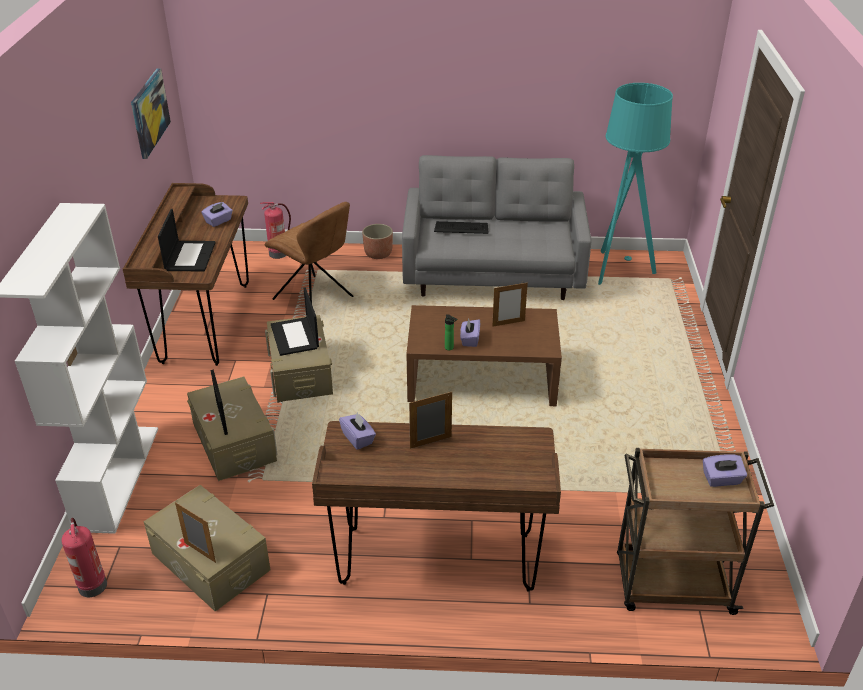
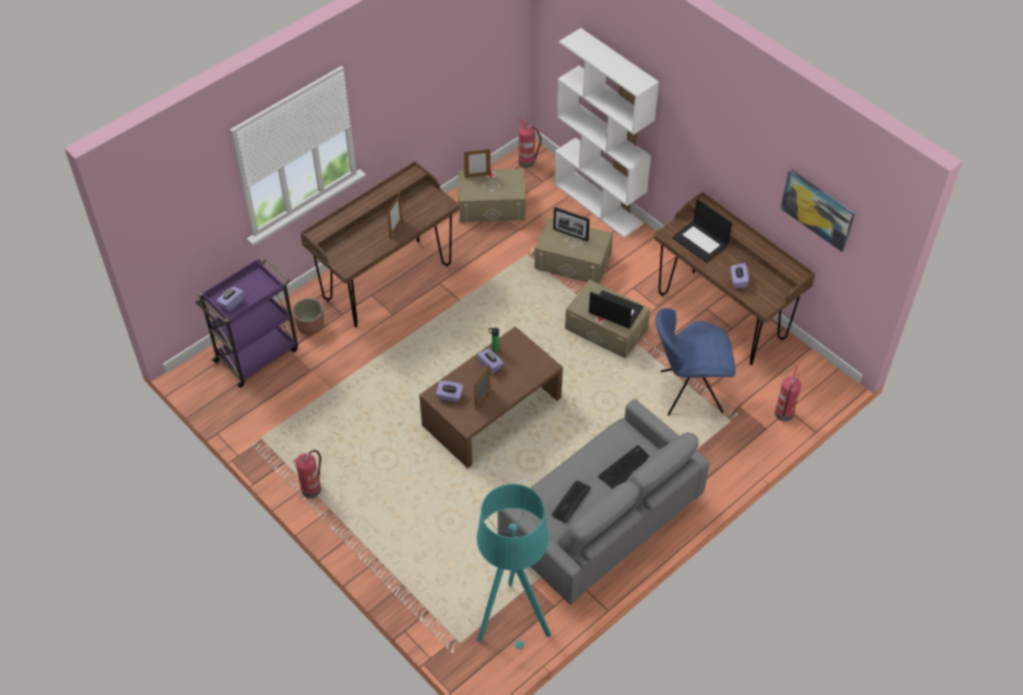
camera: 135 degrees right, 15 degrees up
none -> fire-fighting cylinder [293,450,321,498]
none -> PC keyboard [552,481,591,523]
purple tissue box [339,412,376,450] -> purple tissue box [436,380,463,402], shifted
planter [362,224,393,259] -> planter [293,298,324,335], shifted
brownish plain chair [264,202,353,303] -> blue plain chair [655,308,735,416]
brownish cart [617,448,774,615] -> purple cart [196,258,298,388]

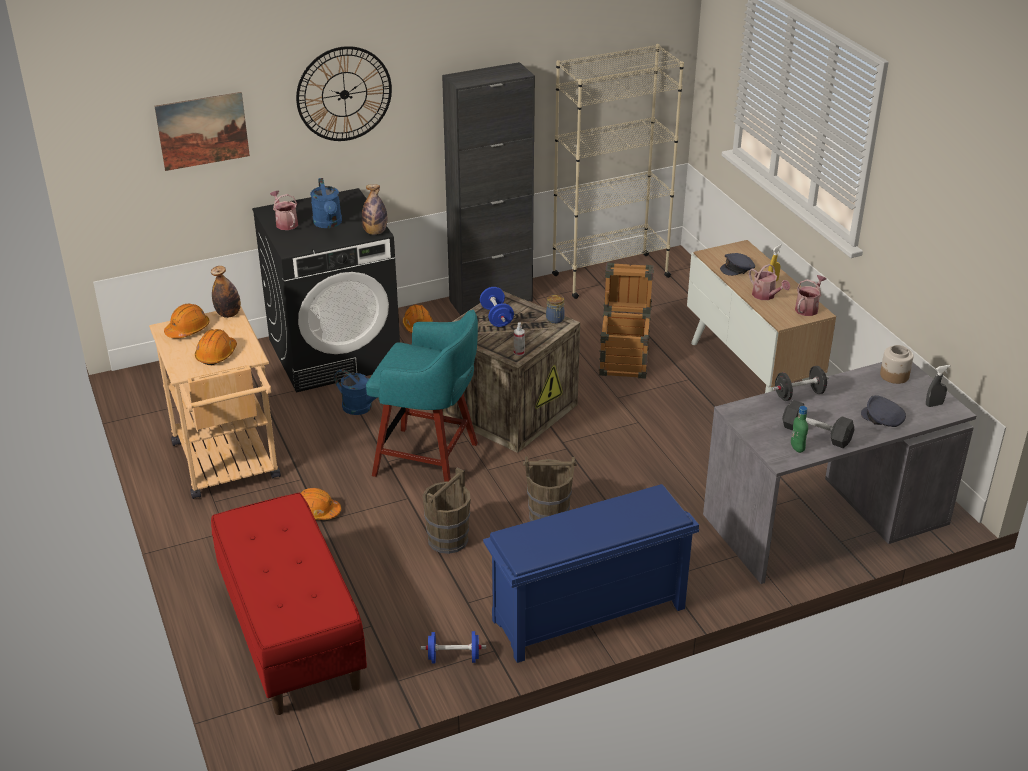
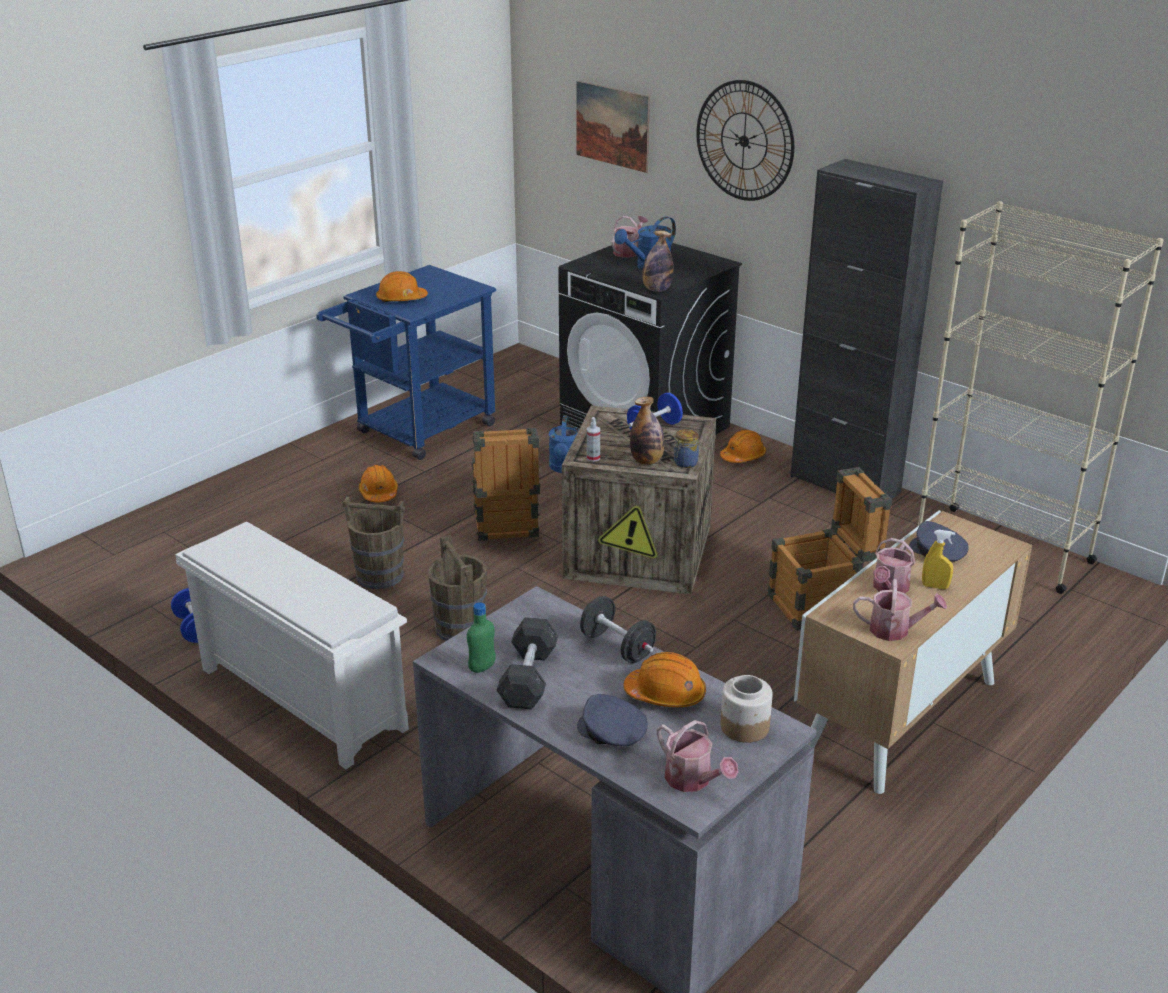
camera: 65 degrees right, 5 degrees down
red bench [211,493,367,715] -> none
orangey hard hat [164,304,210,339] -> orangey hard hat [623,652,706,707], shifted
bottle [211,266,241,318] -> bottle [630,397,665,465], shifted
turquoise-coloured sitting stool [366,310,478,482] -> crate [472,428,540,541]
greyish sprayer [926,365,950,407] -> watering pot [657,720,738,792]
sand-coloured cart [149,307,281,499] -> blue cart [316,265,496,460]
blue shoe shelf [483,484,699,663] -> whitish shoe shelf [175,522,409,769]
greyish peaked cap [861,395,906,427] -> greyish peaked cap [577,694,648,746], 75 degrees counterclockwise

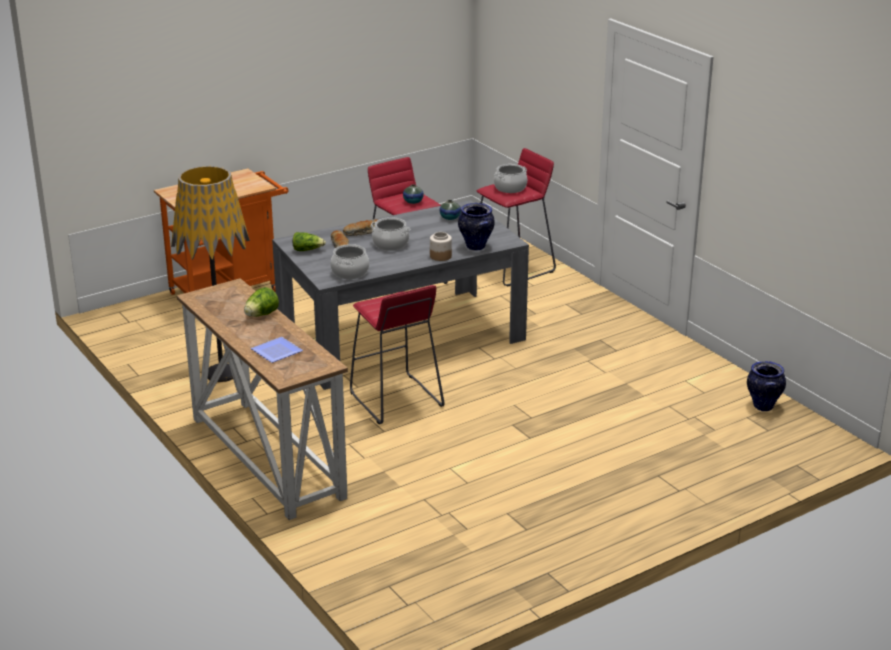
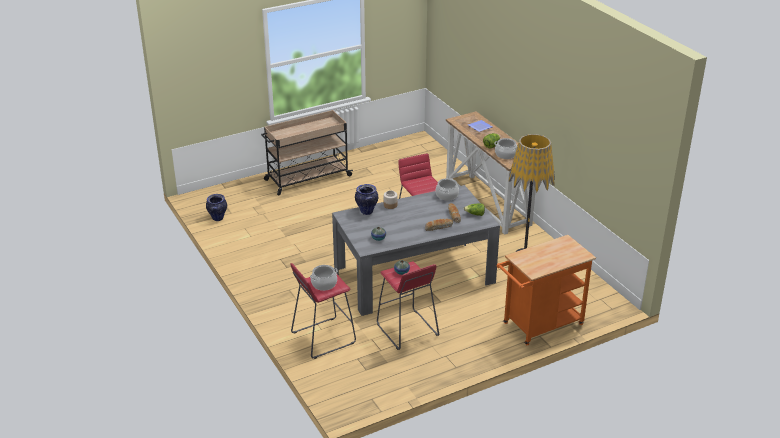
camera: 175 degrees left, 5 degrees up
none -> sand-coloured cart [261,110,353,196]
cooking pot [370,217,411,251] -> cooking pot [494,138,518,159], shifted

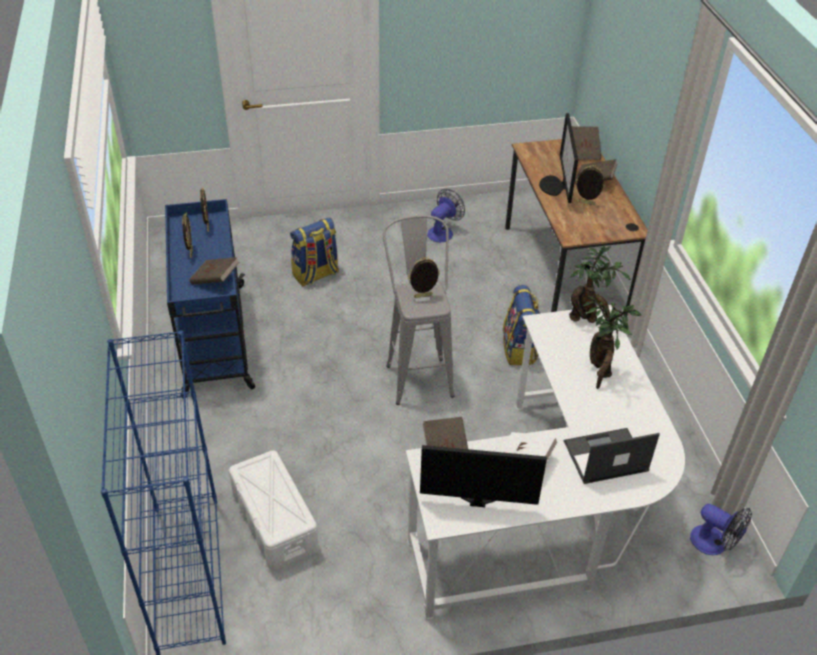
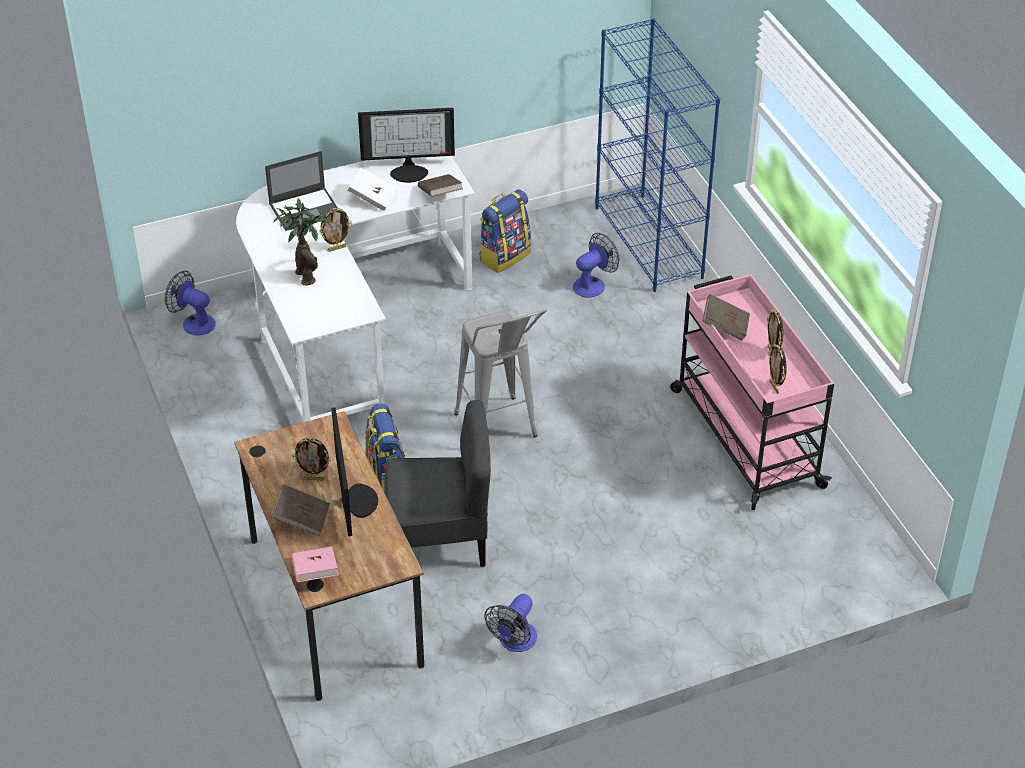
camera: 170 degrees right, 0 degrees up
plant in a pot [569,245,631,323] -> none
none -> greyish plain chair [385,400,491,567]
backpack [290,217,339,287] -> backpack [479,189,531,273], shifted
standing frame [408,257,440,298] -> standing frame [319,208,352,252], shifted
whitish storage box [229,450,319,571] -> electric fan [573,233,619,297]
blue cart [165,199,255,398] -> pinkish cart [670,274,834,510]
brownish book [572,126,601,160] -> pinkish book [291,547,339,582]

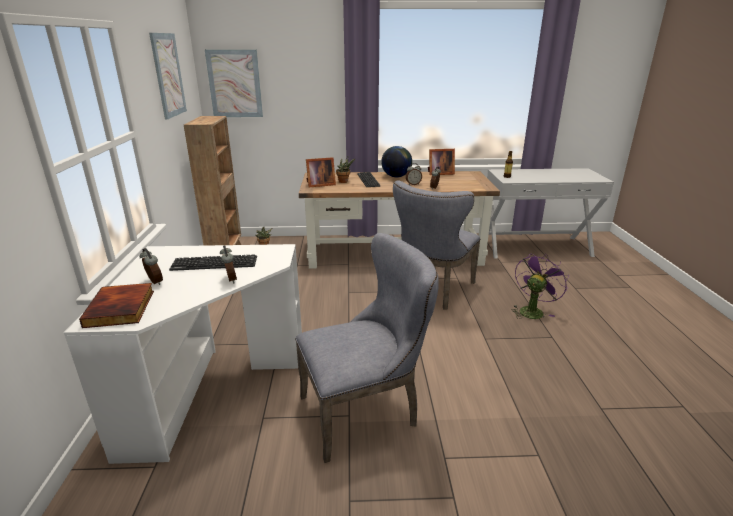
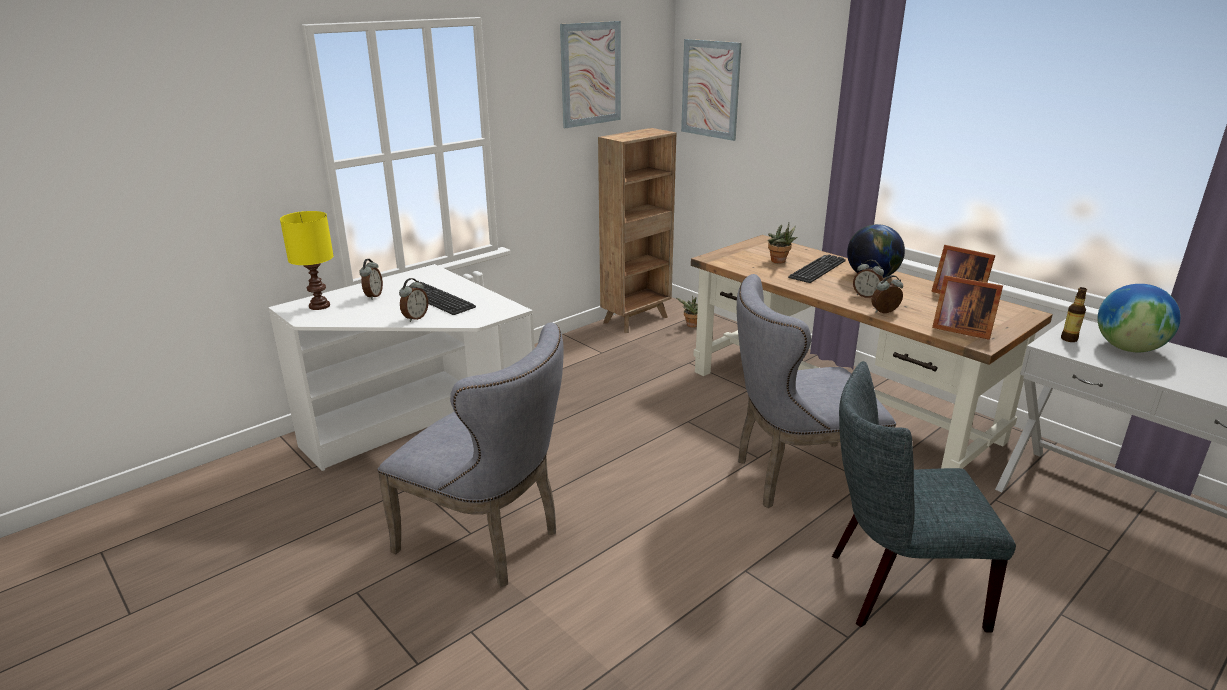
camera: 50 degrees right, 0 degrees up
none -> desk globe [1097,284,1181,352]
standing frame [306,157,336,187] -> standing frame [932,275,1003,340], shifted
book [79,283,154,328] -> yellowish tabletop lamp [280,211,334,310]
purple electric fan [511,253,569,319] -> greyish plain chair [832,361,1016,632]

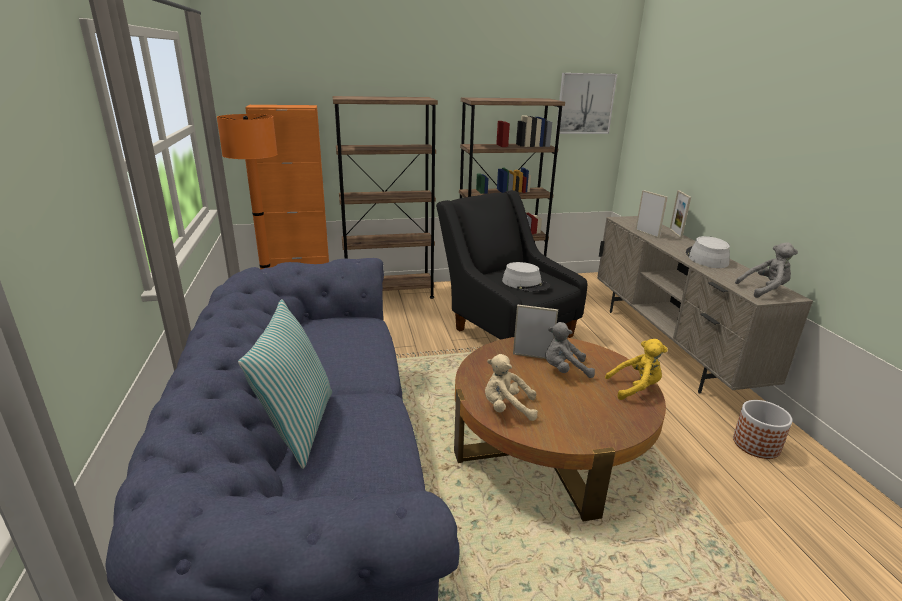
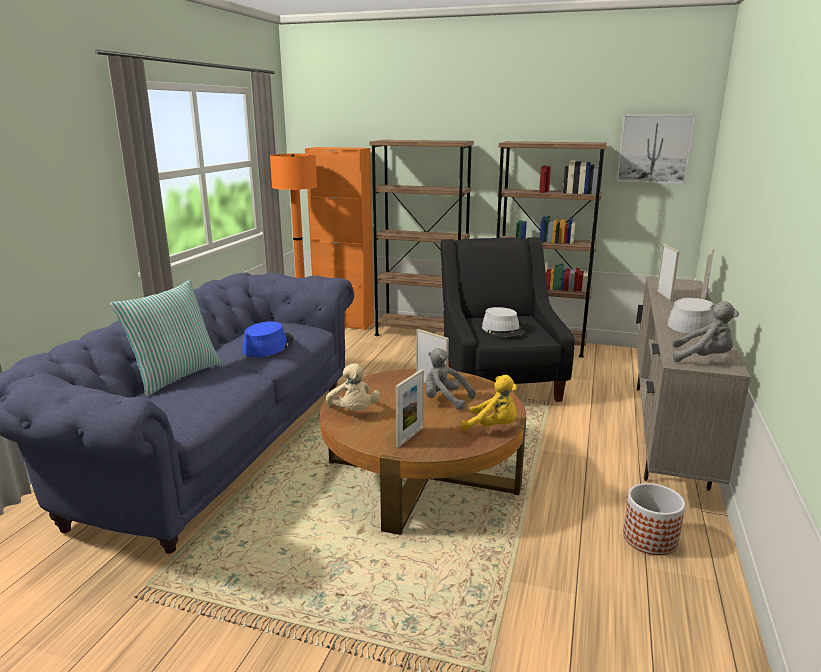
camera: 30 degrees right, 5 degrees down
none -> blue wearable hat [242,321,294,357]
none -> standing frame [396,369,424,448]
sand-coloured plush toy [485,354,538,421] -> sand-coloured plush toy [326,363,380,411], 150 degrees counterclockwise

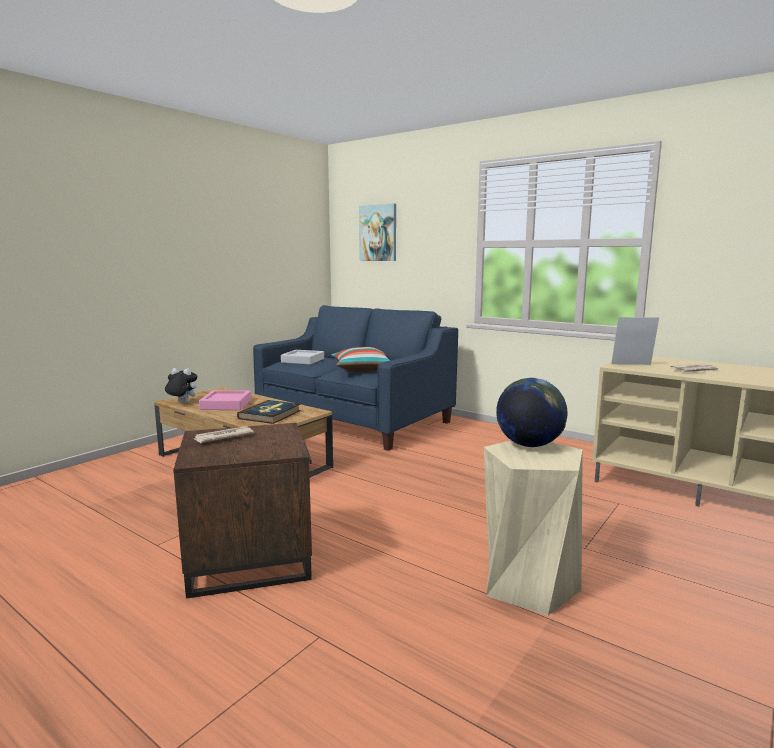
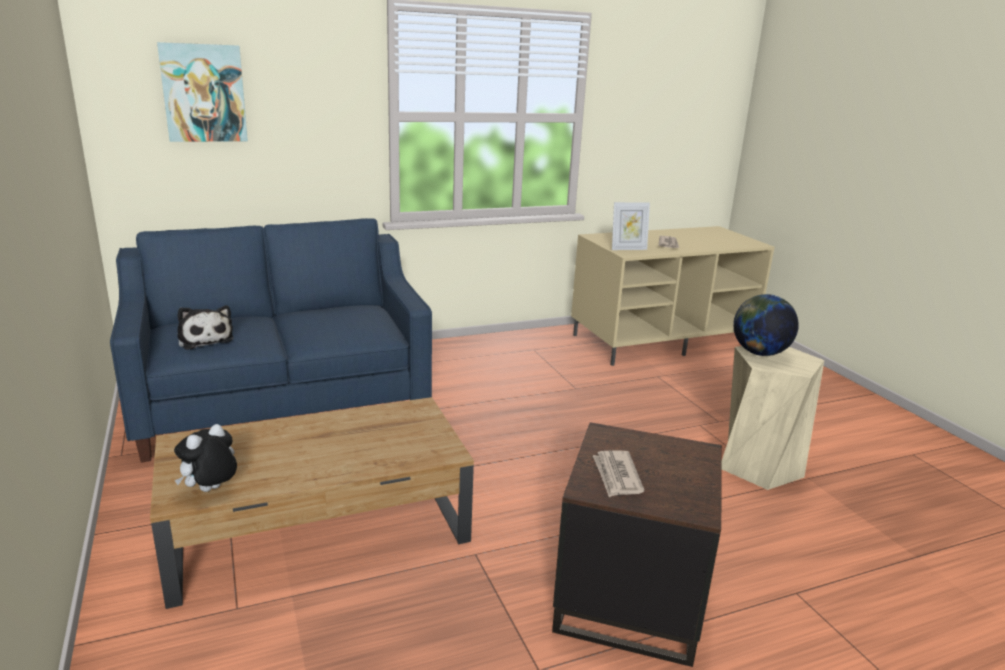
camera: 60 degrees left, 10 degrees up
pinkish tray [199,390,251,410] -> none
book [237,400,301,424] -> none
throw pillow [332,347,390,372] -> none
greyish tray [281,350,324,365] -> plush toy [177,305,234,350]
standing frame [611,317,659,365] -> standing frame [612,202,650,250], 135 degrees counterclockwise

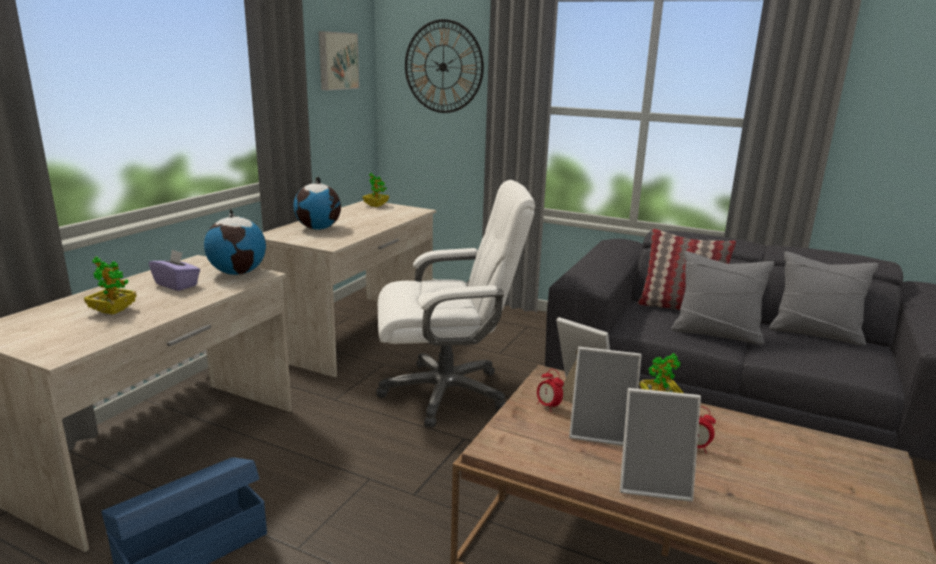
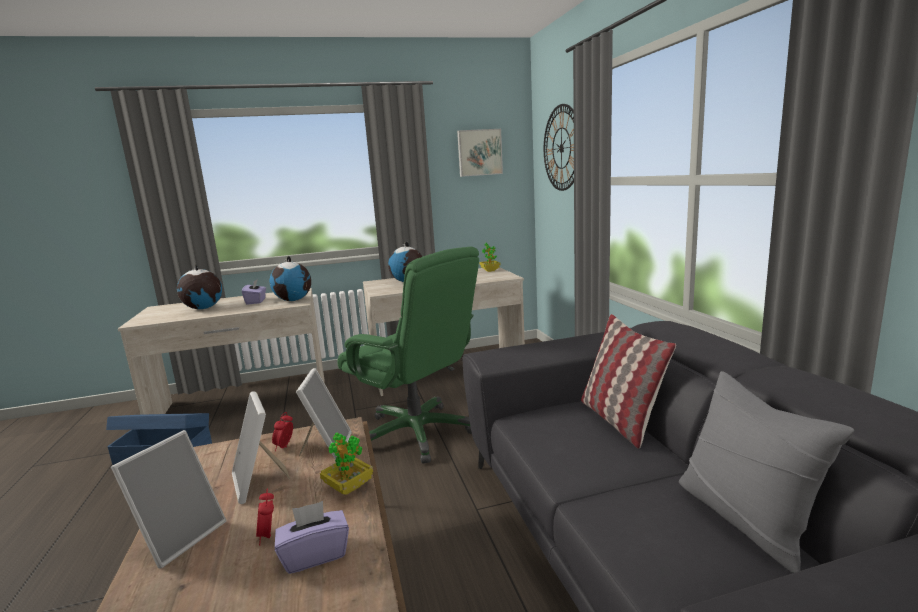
camera: 50 degrees right, 5 degrees down
greyish throw pillow [671,251,775,345] -> none
none -> purple tissue box [275,501,349,574]
plant in a pot [84,257,137,315] -> desk globe [177,264,222,309]
whitish office chair [376,180,535,428] -> green office chair [337,247,479,464]
standing frame [620,388,701,502] -> standing frame [111,430,226,569], 120 degrees counterclockwise

